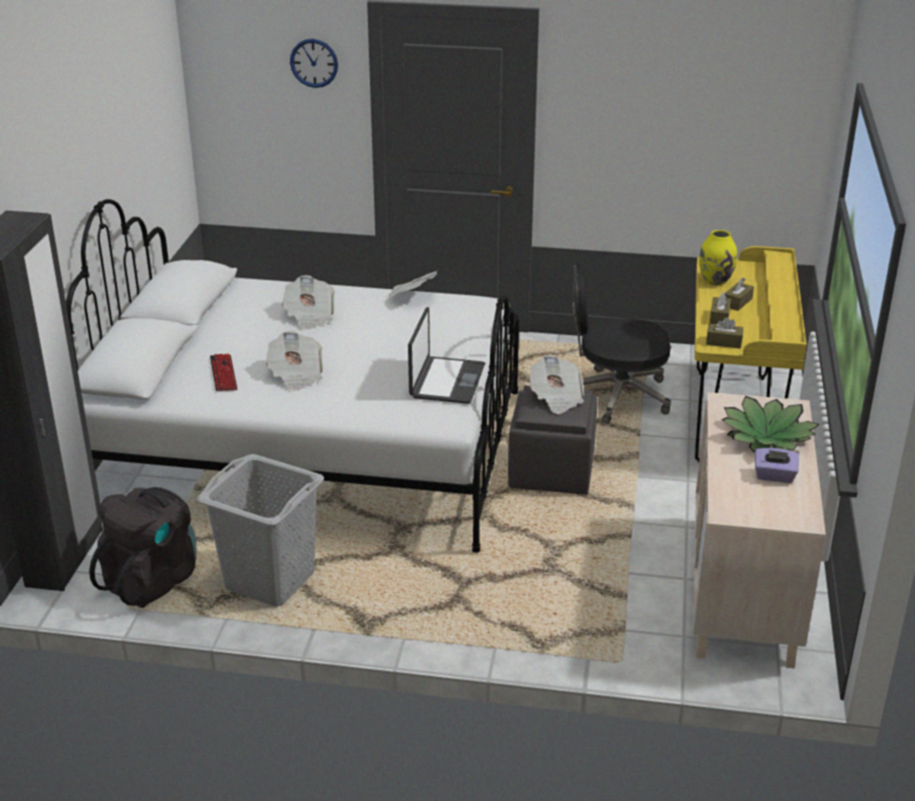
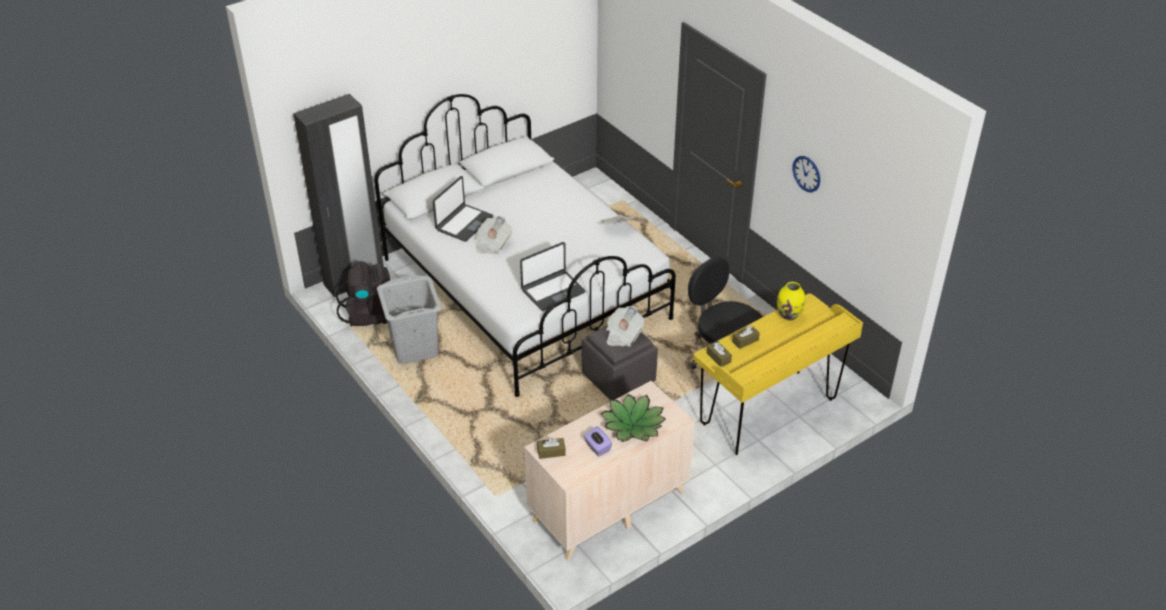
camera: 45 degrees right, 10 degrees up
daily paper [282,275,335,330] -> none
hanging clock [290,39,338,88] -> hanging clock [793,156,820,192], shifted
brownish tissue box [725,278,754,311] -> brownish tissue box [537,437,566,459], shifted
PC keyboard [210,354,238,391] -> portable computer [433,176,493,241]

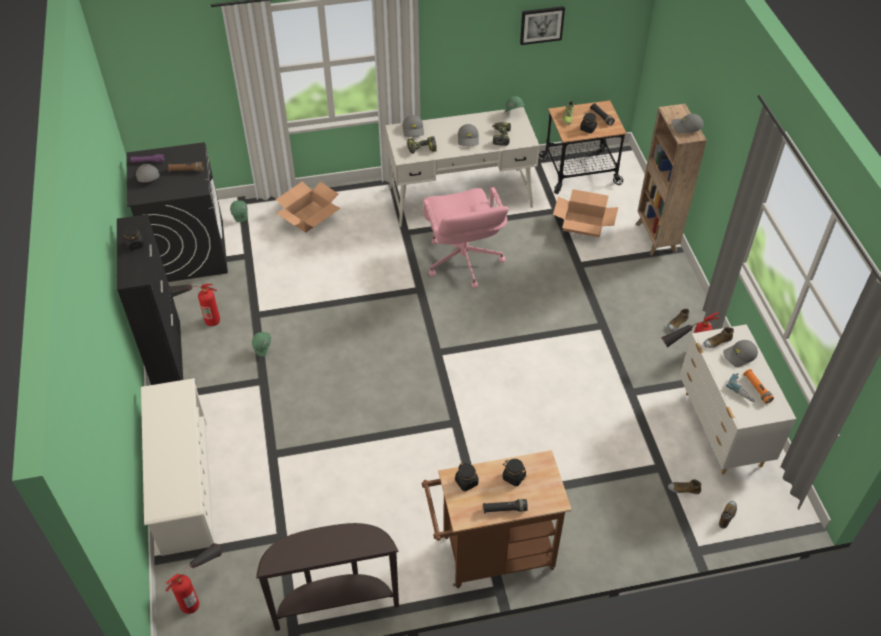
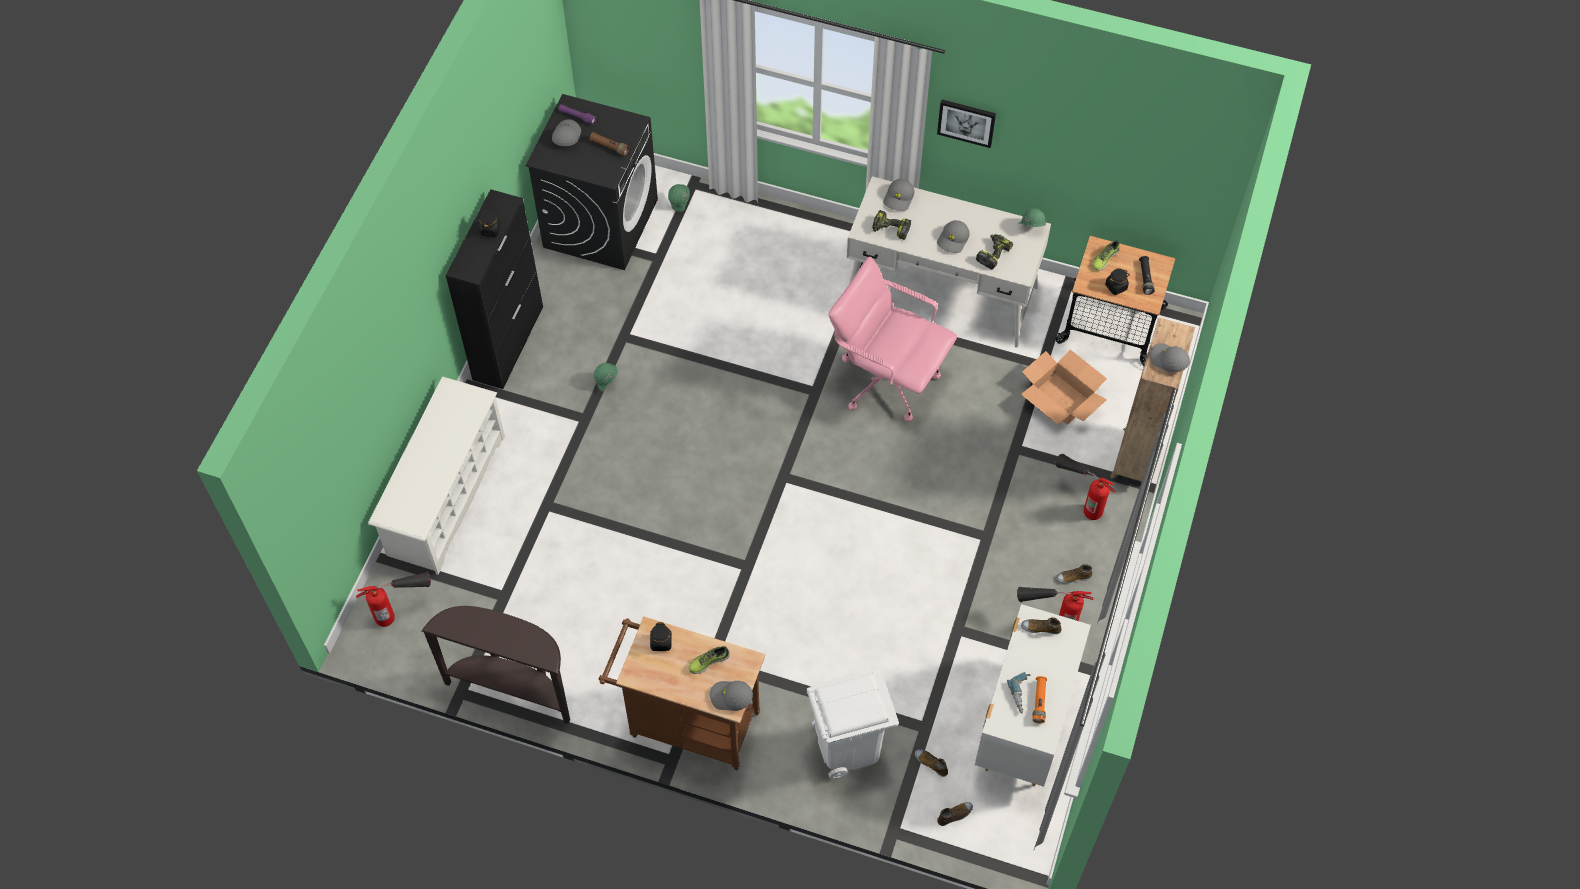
camera: 30 degrees right, 10 degrees up
cardboard box [276,181,340,233] -> none
black flashlight [483,499,528,514] -> none
none -> whitish rubbish bin [807,669,899,779]
fire-fighting cylinder [169,284,220,326] -> fire-fighting cylinder [1056,454,1116,520], shifted
picture [520,6,565,45] -> picture [937,100,996,148], shifted
greyish peaked cap [723,340,758,367] -> greyish peaked cap [710,681,753,711], shifted
black preserve jar [503,459,526,486] -> low shoe [688,646,730,674]
pinkish office chair [423,187,509,288] -> pinkish office chair [829,257,957,422], 105 degrees clockwise

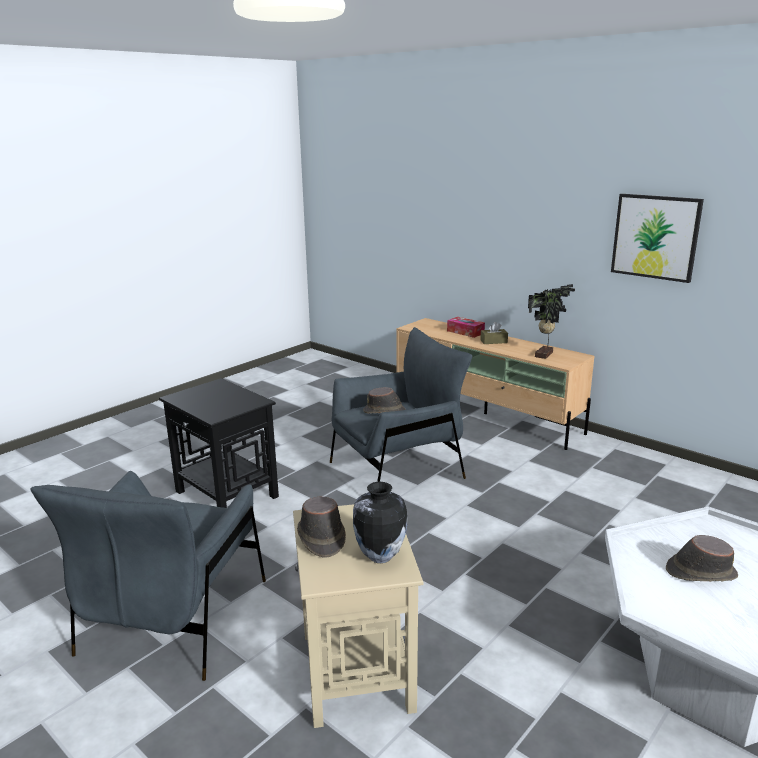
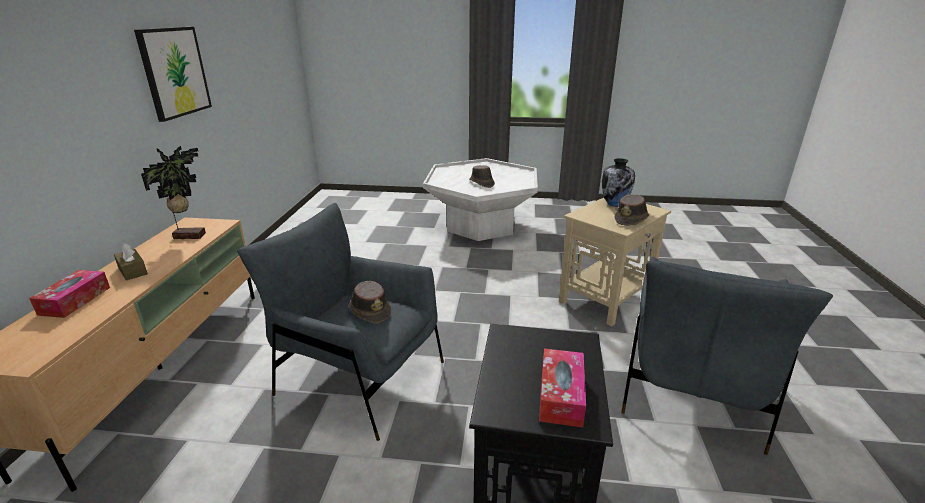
camera: 125 degrees left, 5 degrees up
none -> tissue box [539,348,586,428]
greyish lounge chair [30,471,266,681] -> greyish lounge chair [621,256,833,455], 135 degrees clockwise

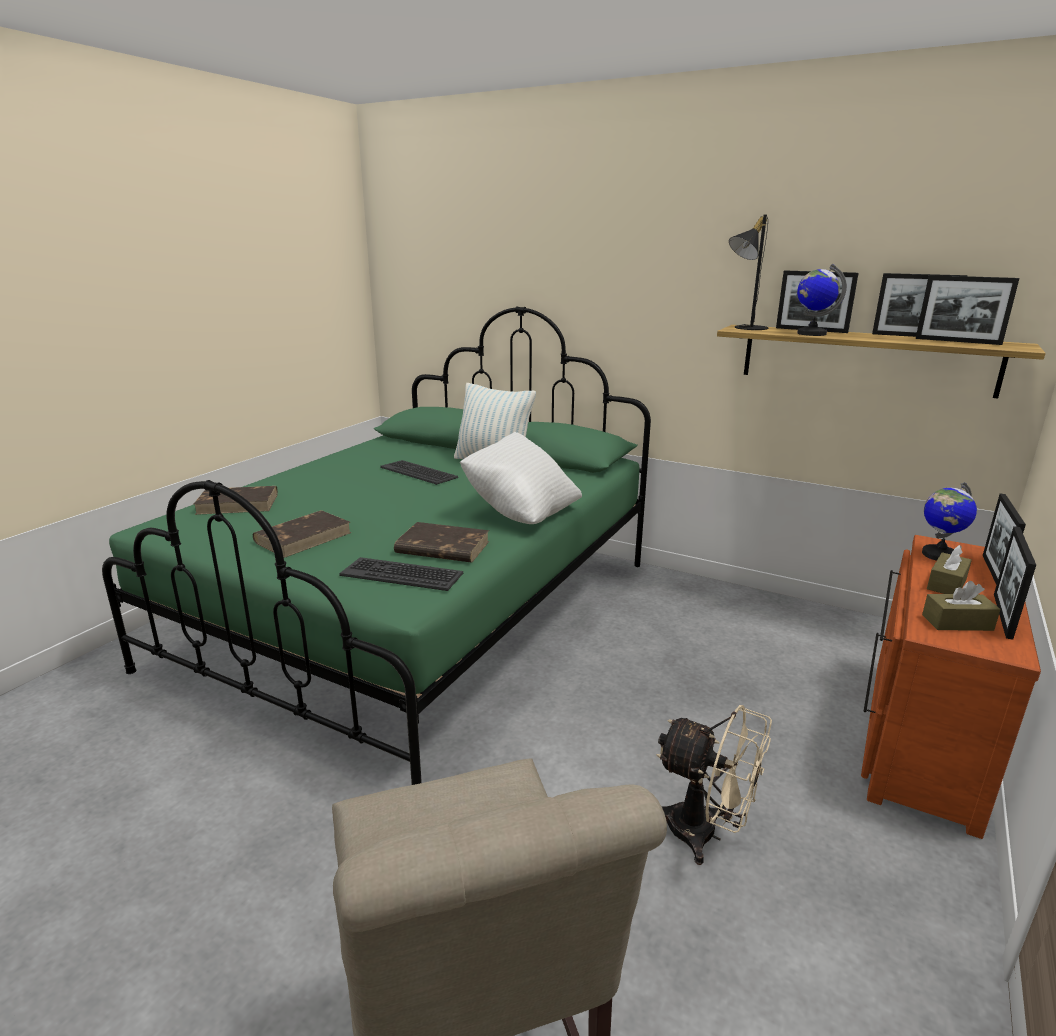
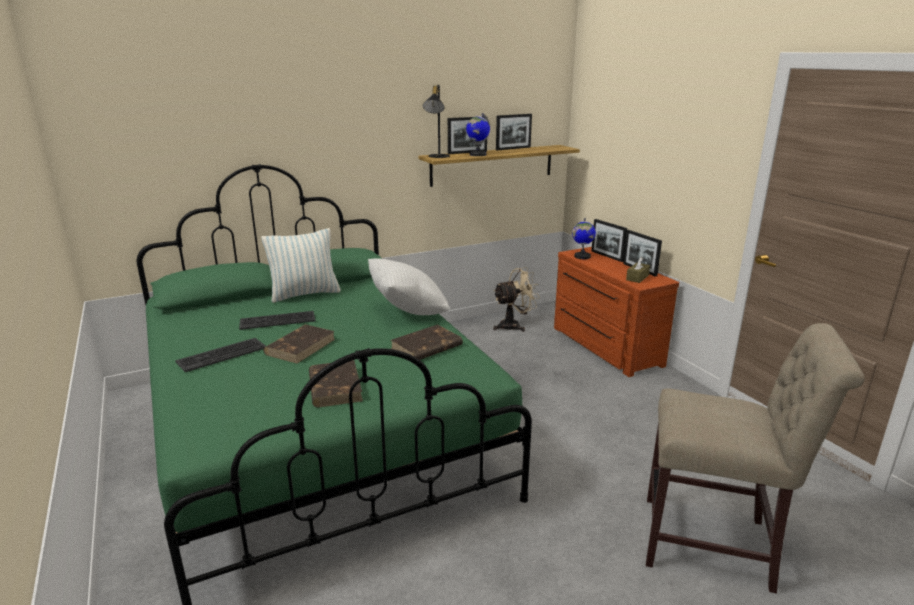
camera: 55 degrees left, 0 degrees up
standing frame [916,275,1019,345] -> none
brownish tissue box [927,545,972,594] -> none
brownish book [194,486,278,515] -> brownish book [263,325,335,364], shifted
PC keyboard [339,557,463,591] -> PC keyboard [175,338,266,372], shifted
sand-coloured electric fan [656,705,772,865] -> sand-coloured electric fan [493,267,540,332], shifted

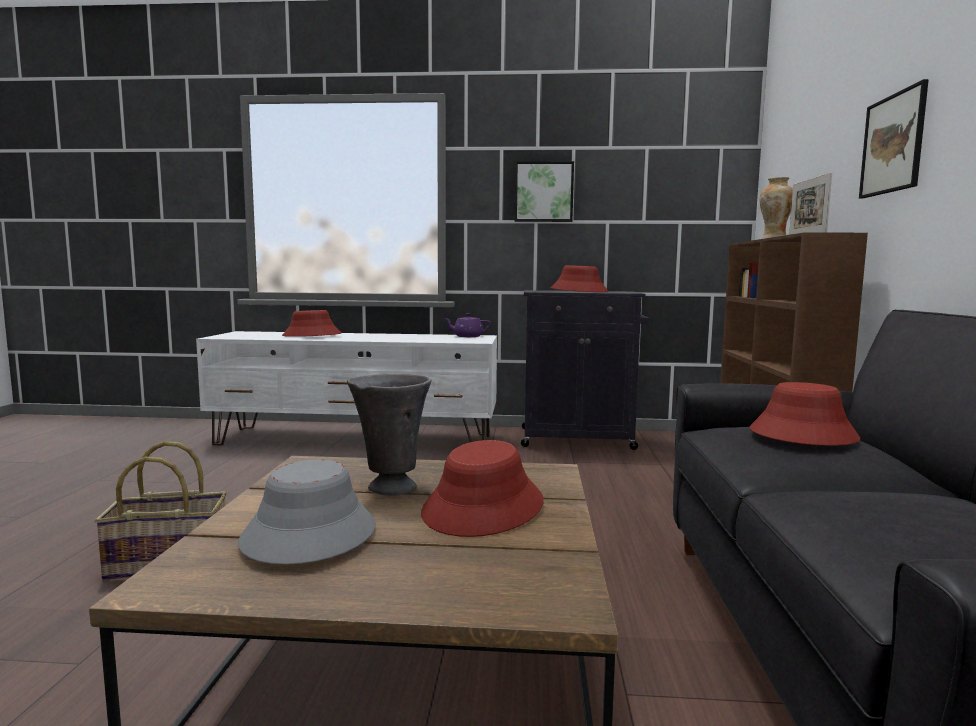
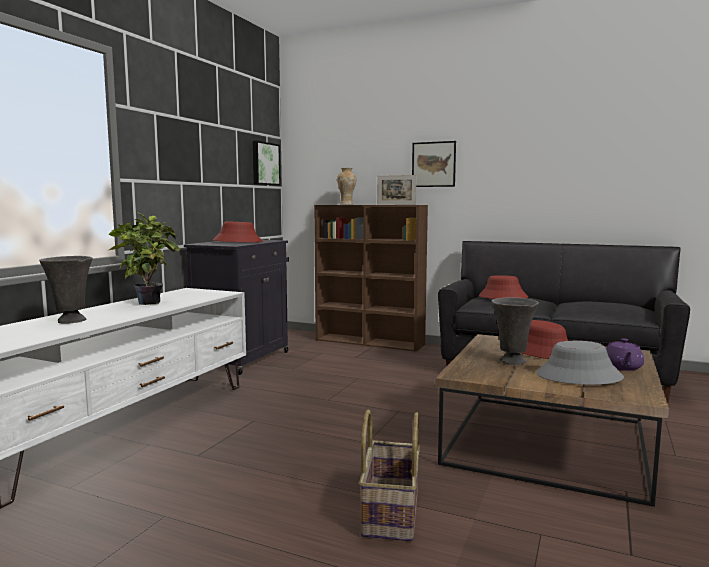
camera: 70 degrees left, 0 degrees up
none -> plant in a pot [108,213,180,305]
purple pot for tea [443,313,491,337] -> purple pot for tea [606,338,644,371], shifted
picture [515,161,574,222] -> picture [253,141,281,186], shifted
red wearable hat [282,310,341,337] -> greyish decorative vase [39,256,93,324]

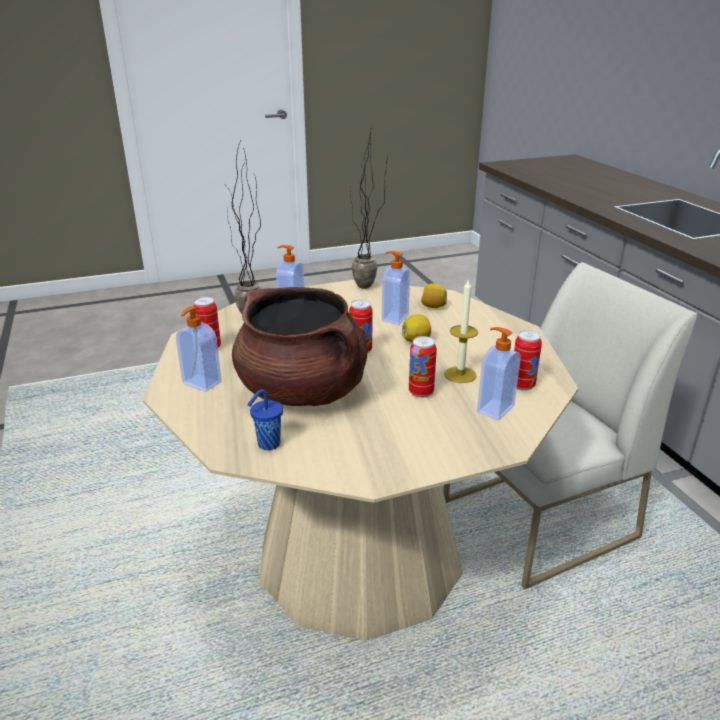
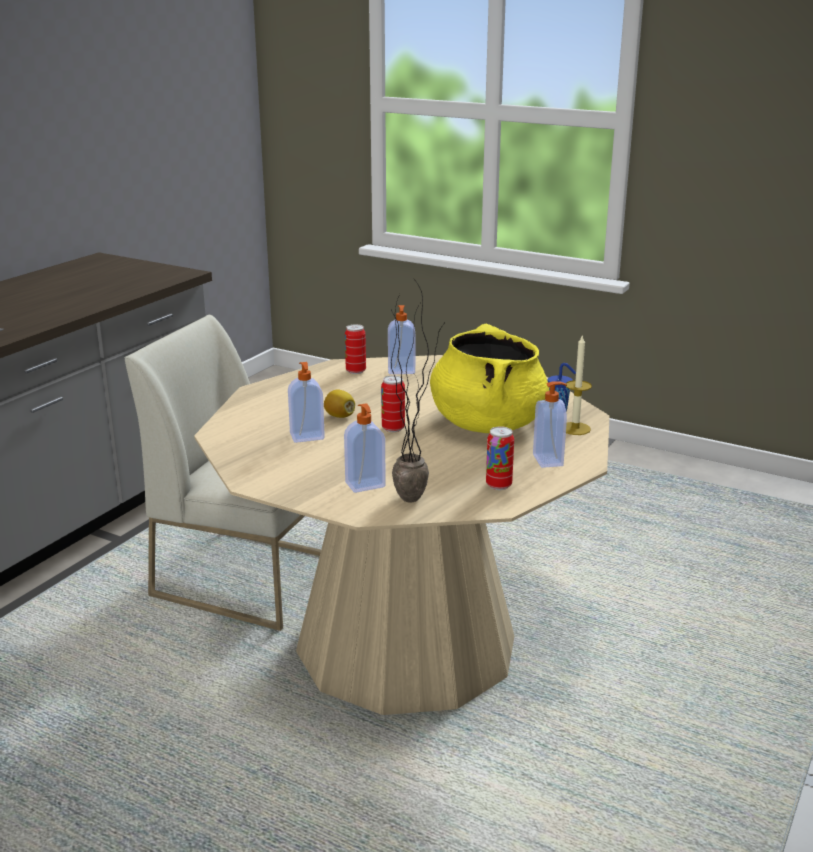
camera: 130 degrees left, 5 degrees down
plant in a pot [350,127,388,289] -> none
metal can [409,336,437,398] -> none
lemon [421,283,447,308] -> none
candle [444,278,478,383] -> candle [566,336,592,435], shifted
brownish cooking pot [232,287,368,406] -> yellowish cooking pot [430,324,549,433]

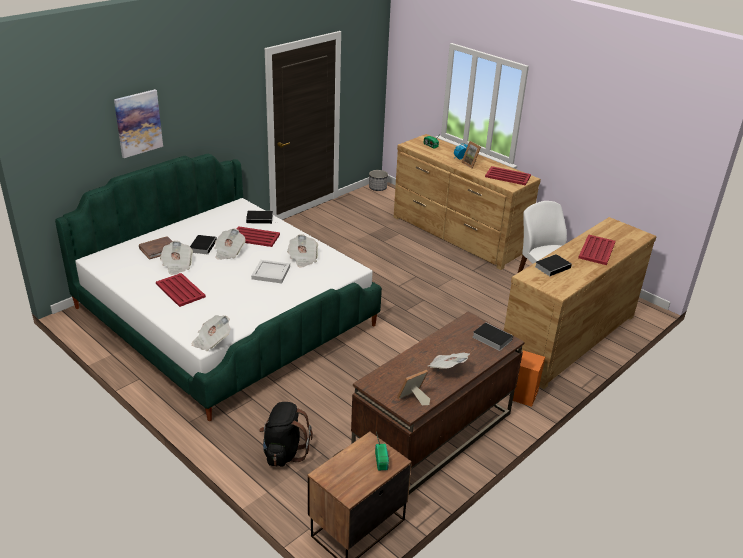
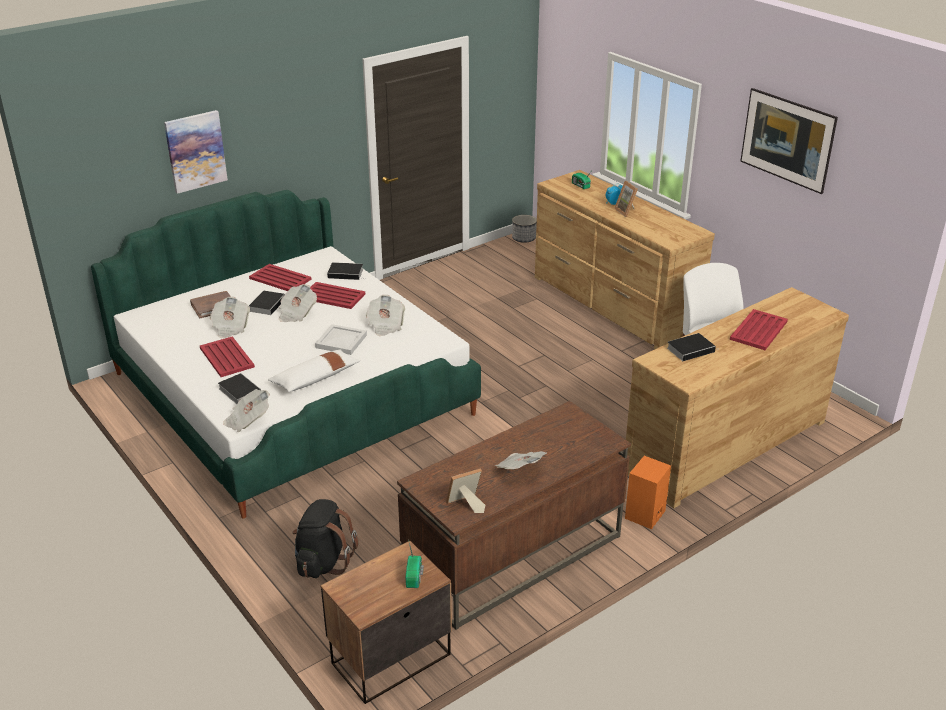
camera: 10 degrees right, 0 degrees up
none -> whitish throw pillow [268,349,361,392]
none -> picture [740,88,838,194]
book [473,322,513,351] -> book [218,373,261,404], shifted
red tray [485,166,531,185] -> red tray [249,264,312,291], shifted

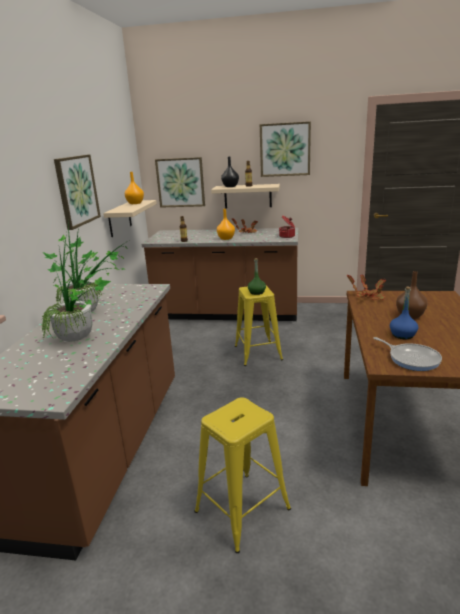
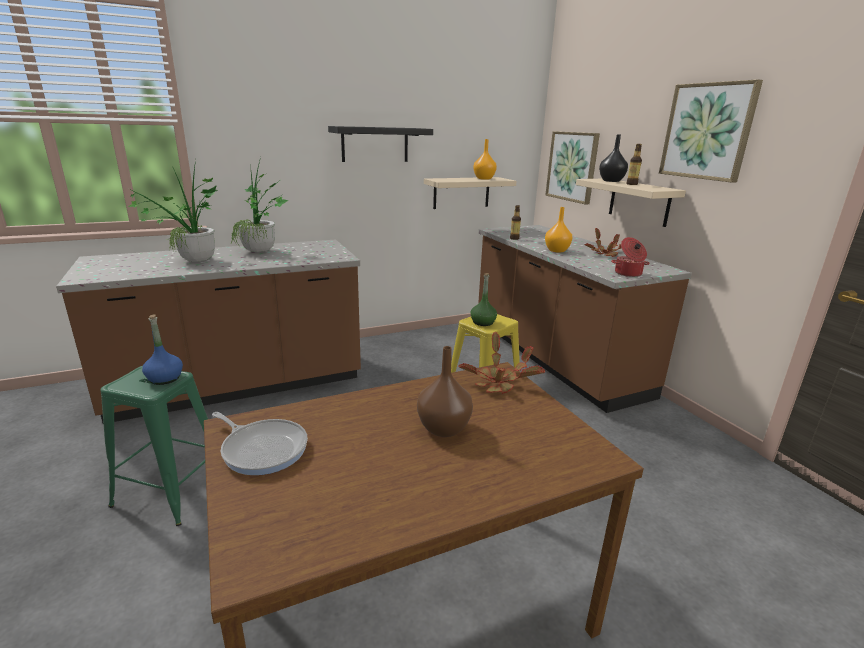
camera: 55 degrees right, 0 degrees up
blue bottle [390,286,418,339] -> blue bottle [142,314,183,385], shifted
picture [54,154,101,230] -> black wall shelf [328,126,433,162]
yellowish sitting stool [194,397,291,553] -> green sitting stool [100,366,208,526]
pan [373,337,442,371] -> pan [212,412,308,475], 75 degrees counterclockwise

